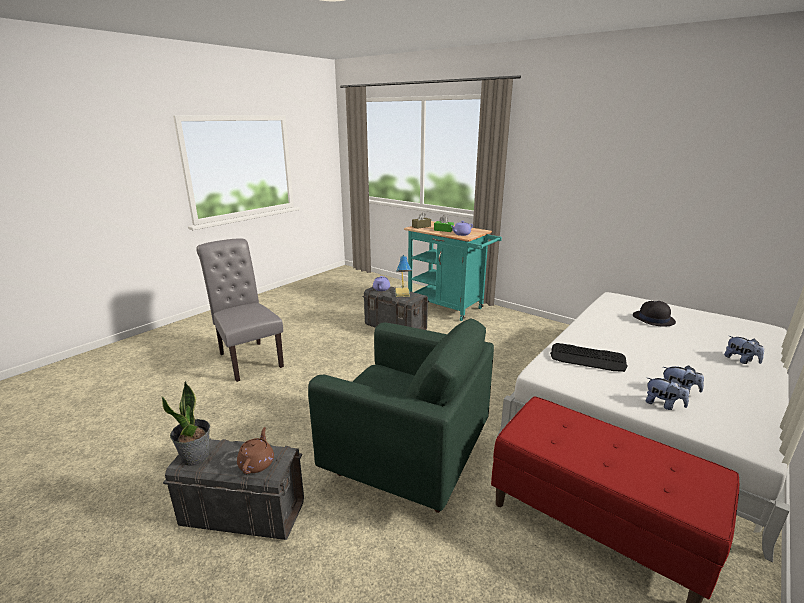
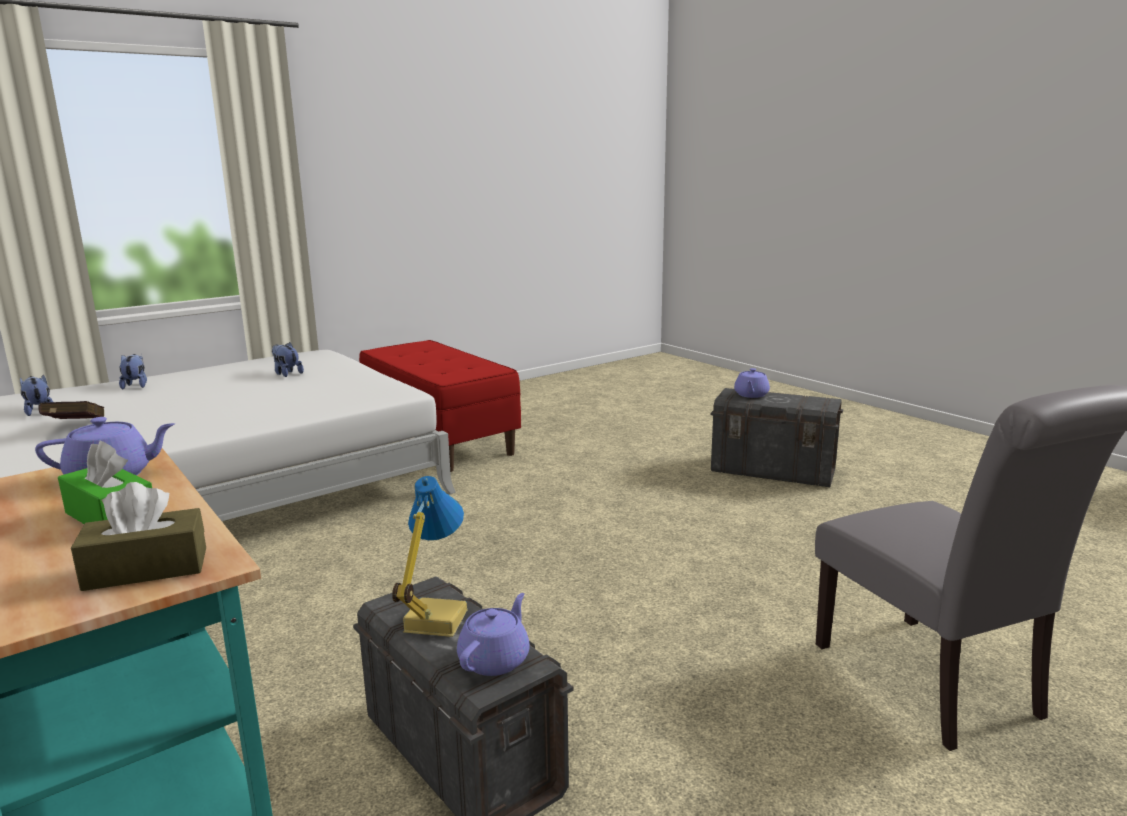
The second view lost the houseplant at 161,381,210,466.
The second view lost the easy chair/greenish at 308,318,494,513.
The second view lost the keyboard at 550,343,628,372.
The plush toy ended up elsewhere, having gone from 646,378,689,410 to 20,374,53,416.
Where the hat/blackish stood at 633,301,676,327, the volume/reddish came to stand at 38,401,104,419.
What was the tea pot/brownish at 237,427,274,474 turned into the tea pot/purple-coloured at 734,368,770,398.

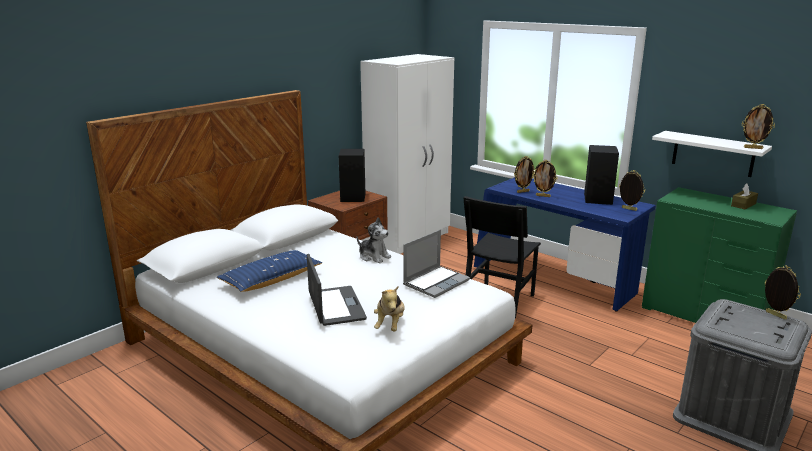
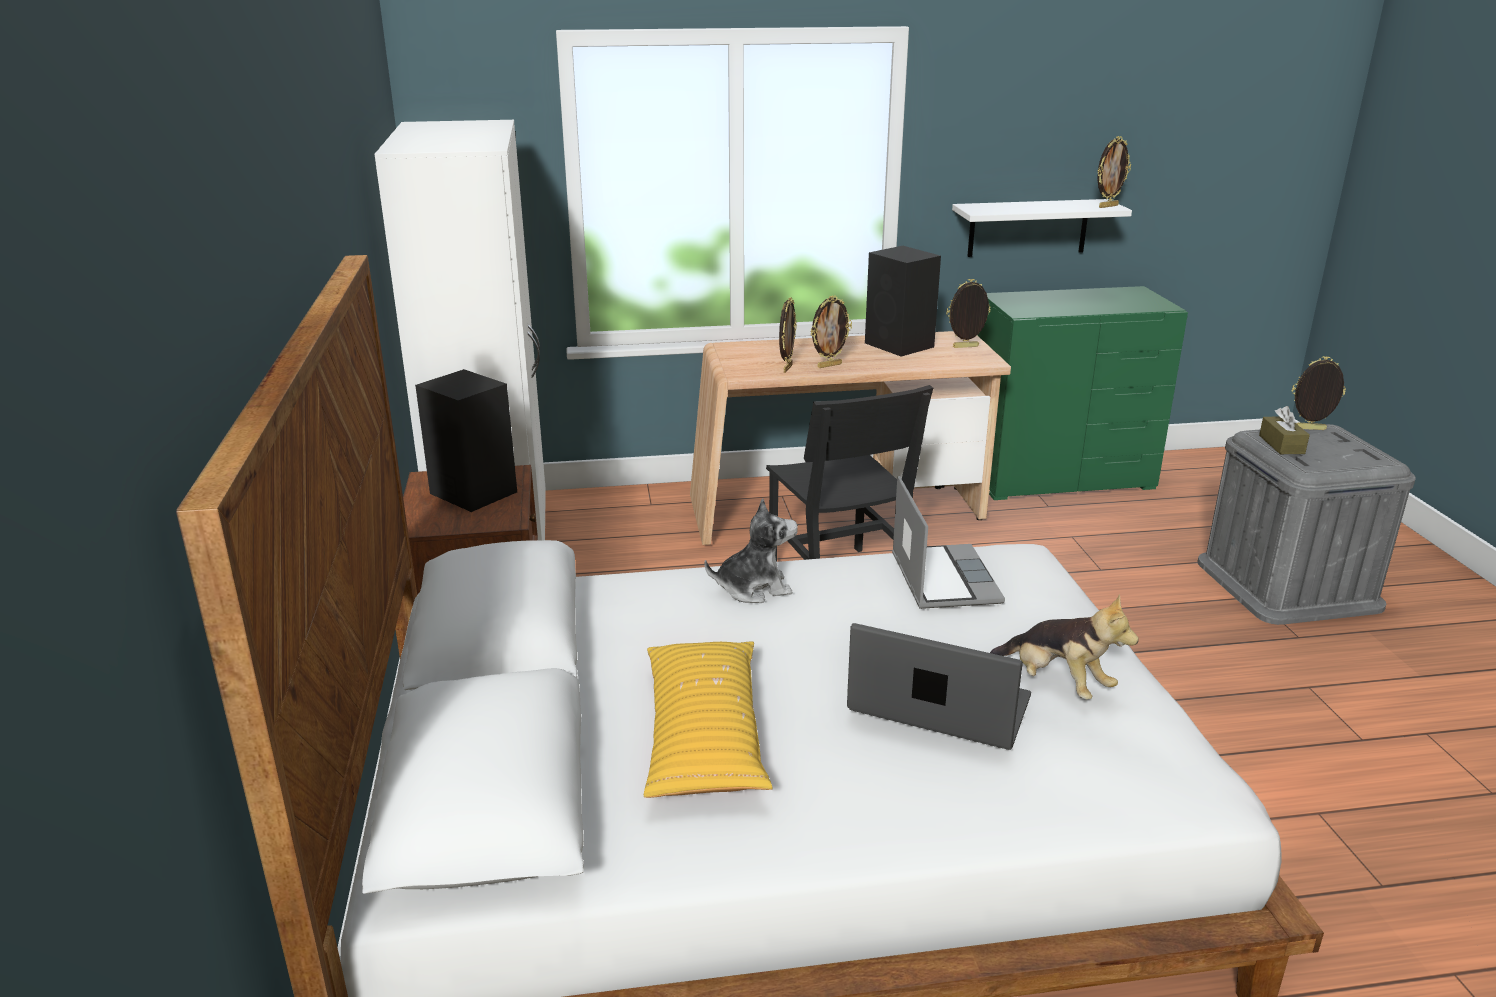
The box of tissues/brownish ended up elsewhere, having gone from 731,183,758,209 to 1259,406,1310,454.
What was the throw pillow/blue at 217,250,322,292 turned into the throw pillow/yellow at 644,642,772,798.
What was the desk unit/blue at 474,177,656,311 turned into the desk unit/beige-coloured at 690,331,1011,545.

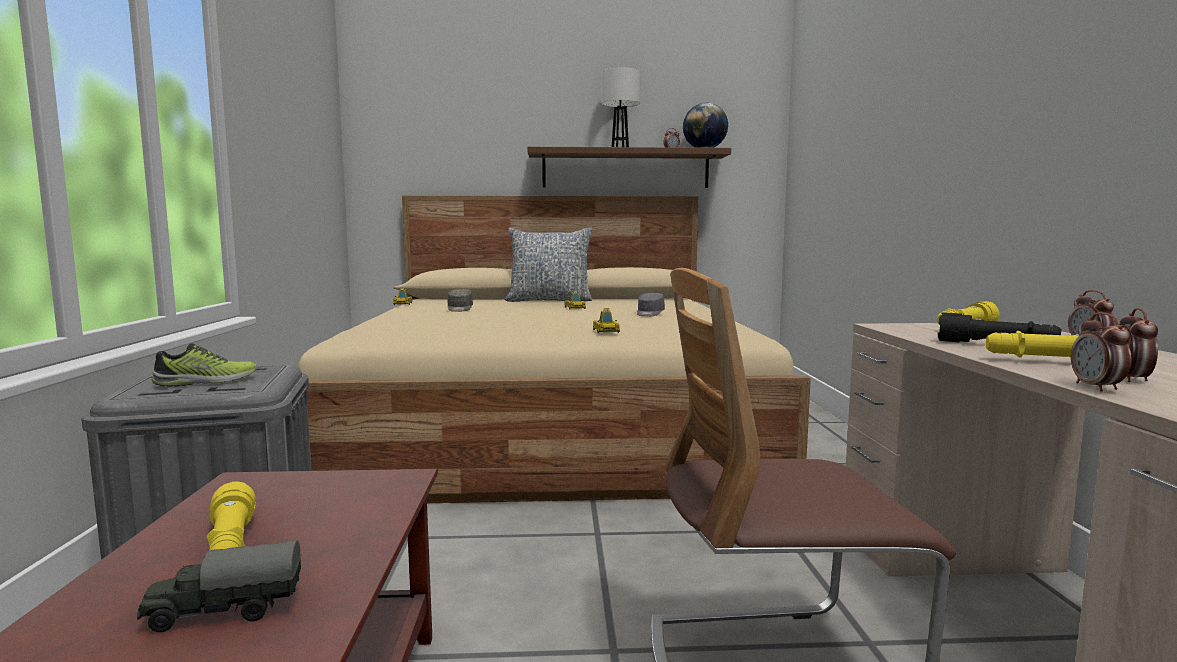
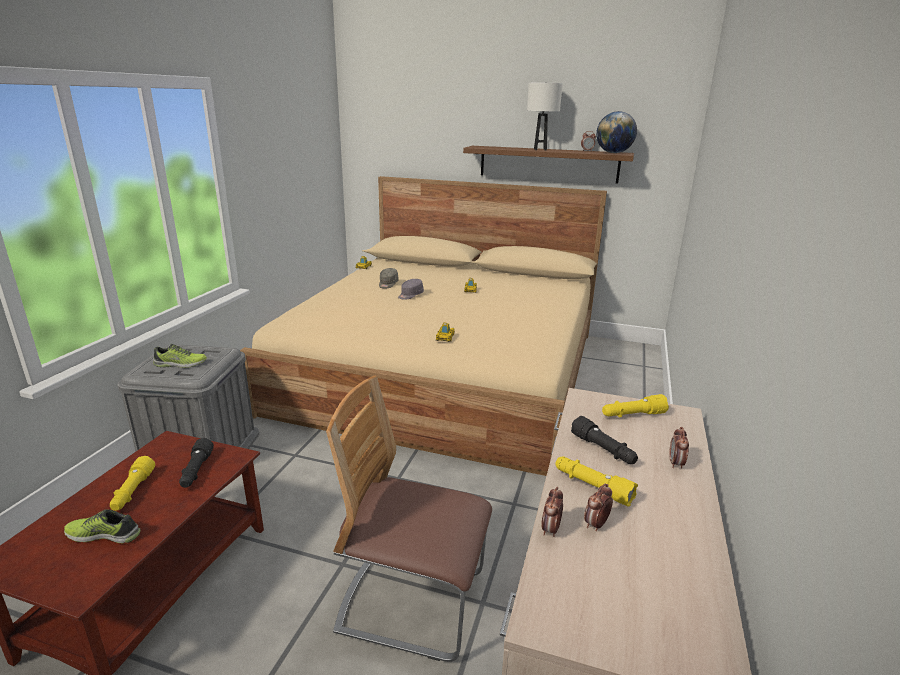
The second view lost the throw pillow at 505,227,592,302.
The second view gained the flashlight/blackish at 179,438,214,488.
The baseball cap/gray ended up elsewhere, having gone from 637,293,665,316 to 398,279,424,300.
Where the model truck stood at 137,540,301,632, the item of footwear came to stand at 64,509,140,544.

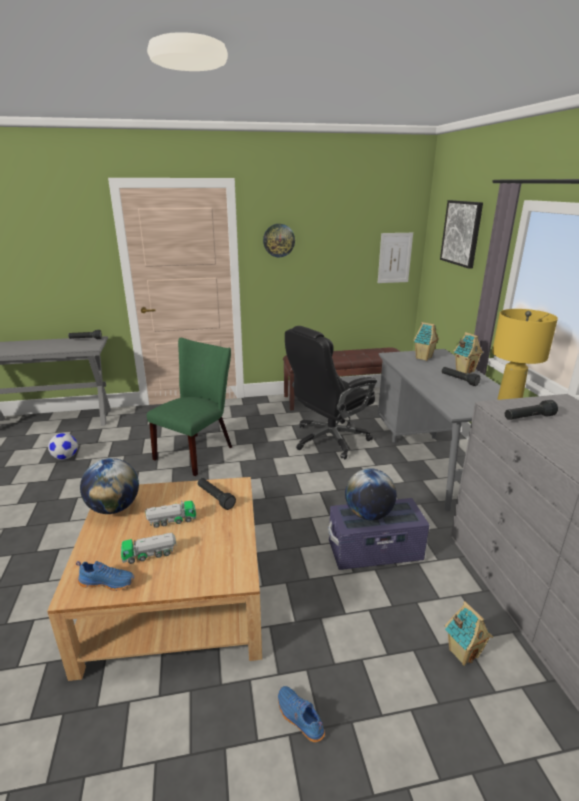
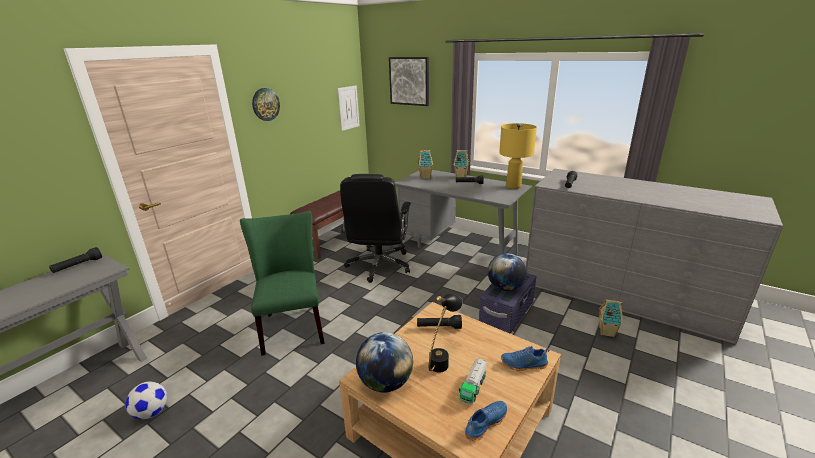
The item of footwear/blue ended up elsewhere, having gone from 278,686,325,742 to 501,346,549,371.
Where the model truck stood at 145,500,196,528, the tabletop lamp/blackish came to stand at 429,294,463,373.

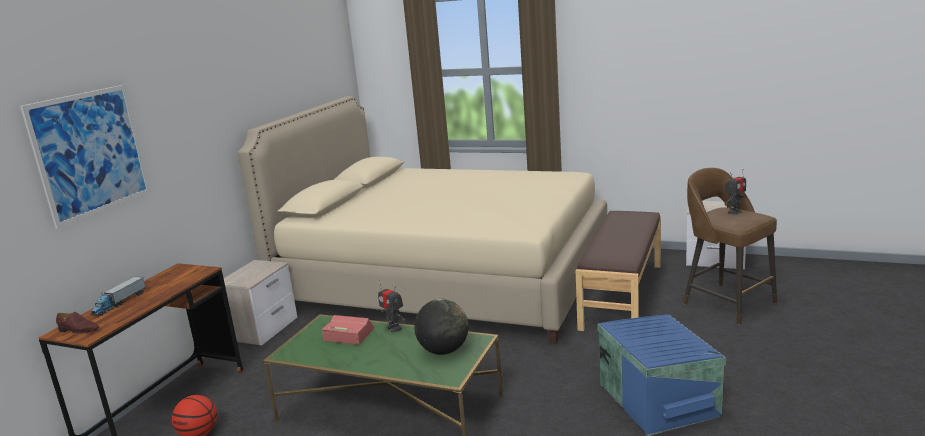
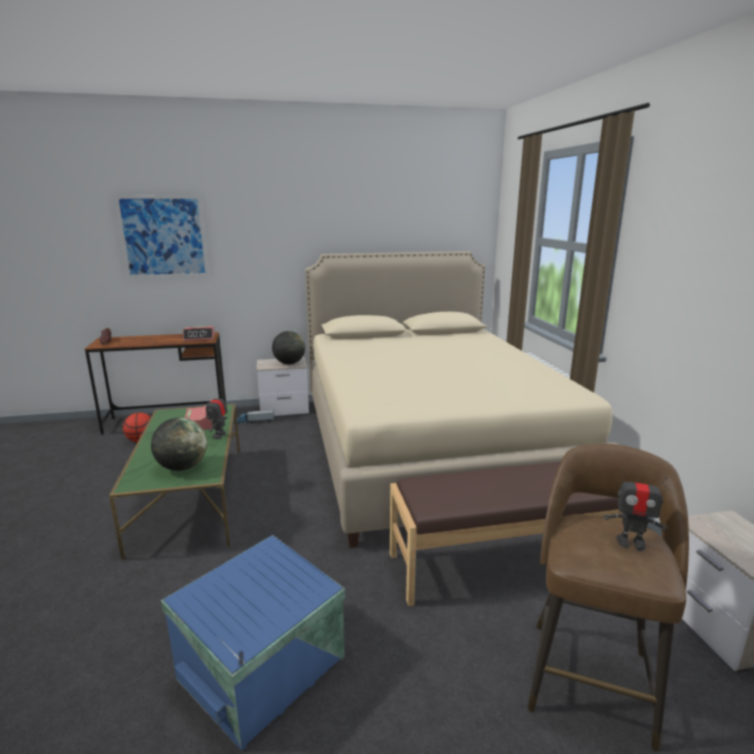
The second view gained the bedside clock at 183,326,215,341.
The second view gained the globe at 272,331,305,364.
The model truck ended up elsewhere, having gone from 90,276,146,316 to 237,410,274,425.

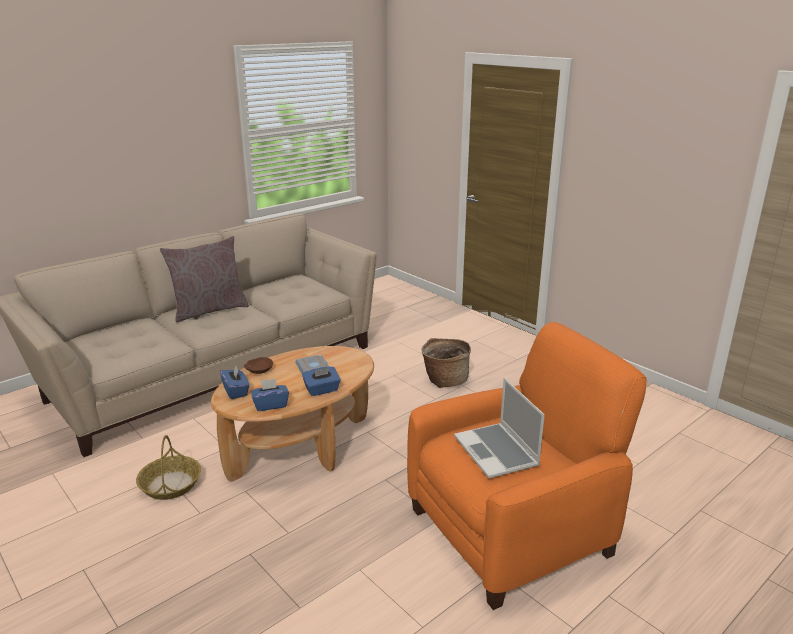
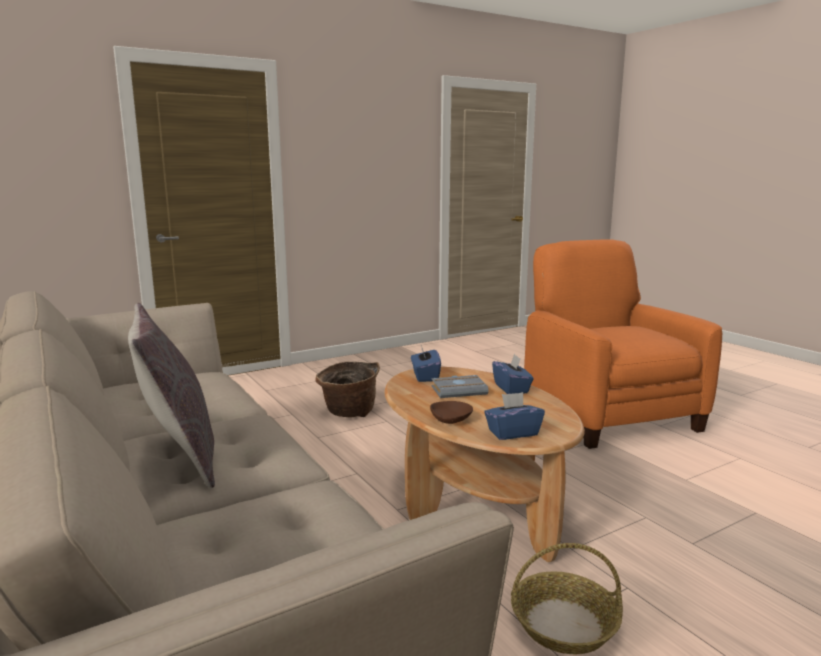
The second view lost the notebook computer at 454,378,545,479.
The box of tissues/blue ended up elsewhere, having gone from 251,379,289,411 to 411,345,441,382.

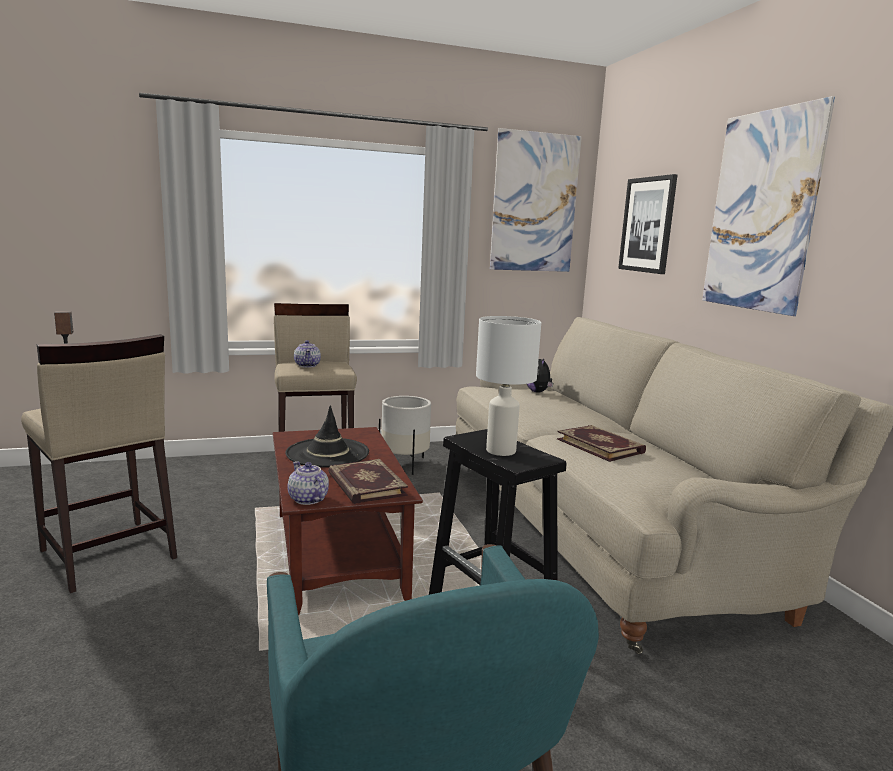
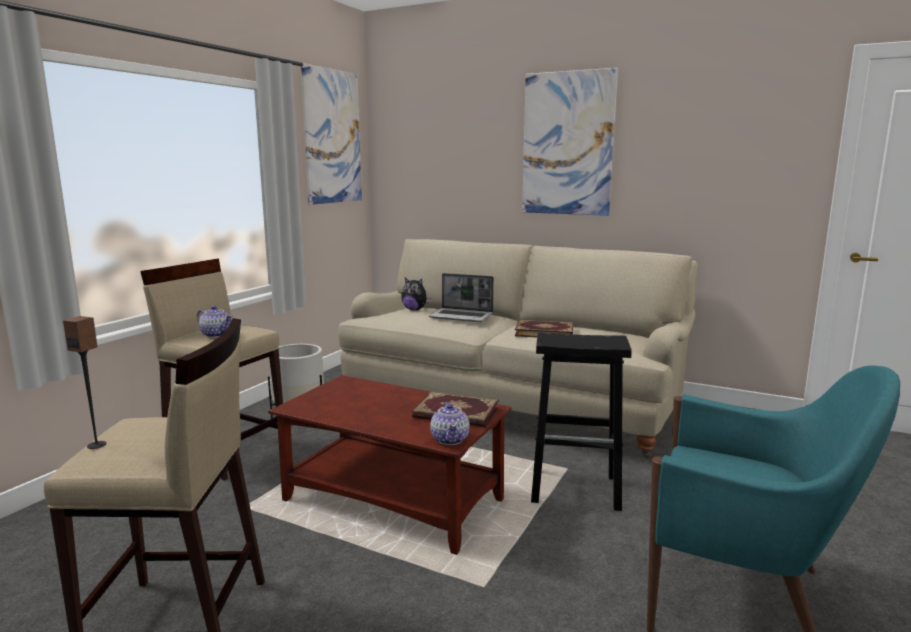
The second view lost the hat/blackish at 285,405,369,467.
The second view lost the tabletop lamp/white-coloured at 476,316,541,456.
The second view lost the picture at 618,174,677,274.
The second view gained the notebook computer at 429,273,494,322.
The tea pot at 288,461,329,505 ended up facing another way, 105 degrees counterclockwise from before.

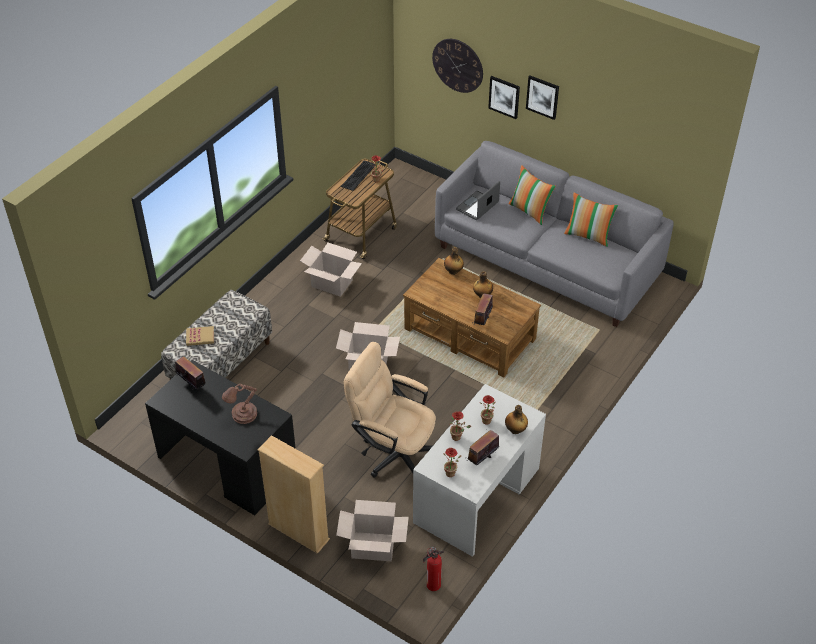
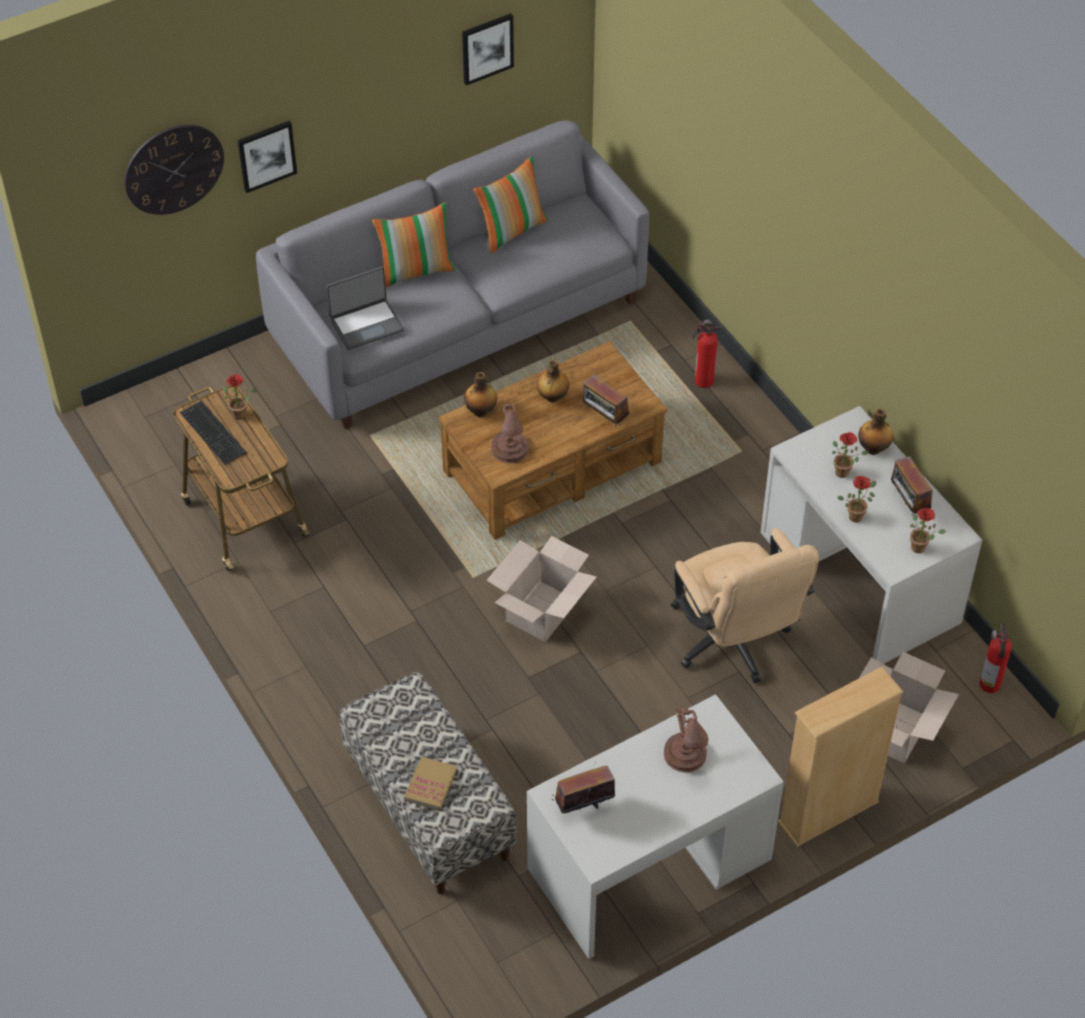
The second view lost the packing box at 300,243,362,297.
The second view gained the tabletop lamp/brownish at 491,403,528,463.
The second view gained the fire extinguisher at 692,320,721,388.
The picture ended up elsewhere, having gone from 526,76,559,120 to 462,13,514,86.
What was the desk unit/blackish at 145,360,296,515 turned into the desk unit/white-coloured at 527,694,784,959.
The office chair/beige-coloured at 344,342,436,477 ended up facing another way, 75 degrees counterclockwise from before.
The notebook computer at 456,181,500,220 ended up facing another way, 90 degrees counterclockwise from before.

